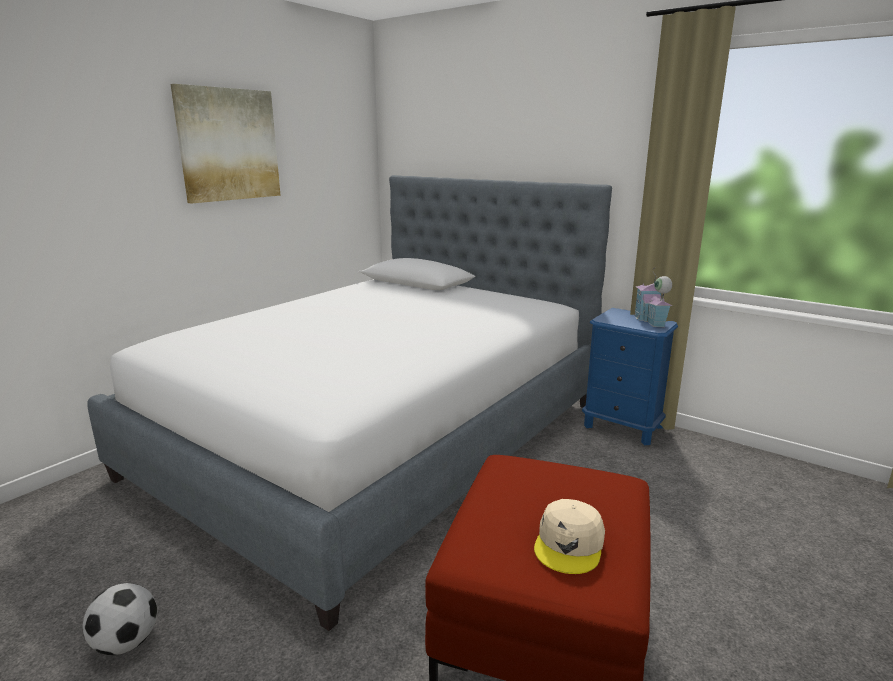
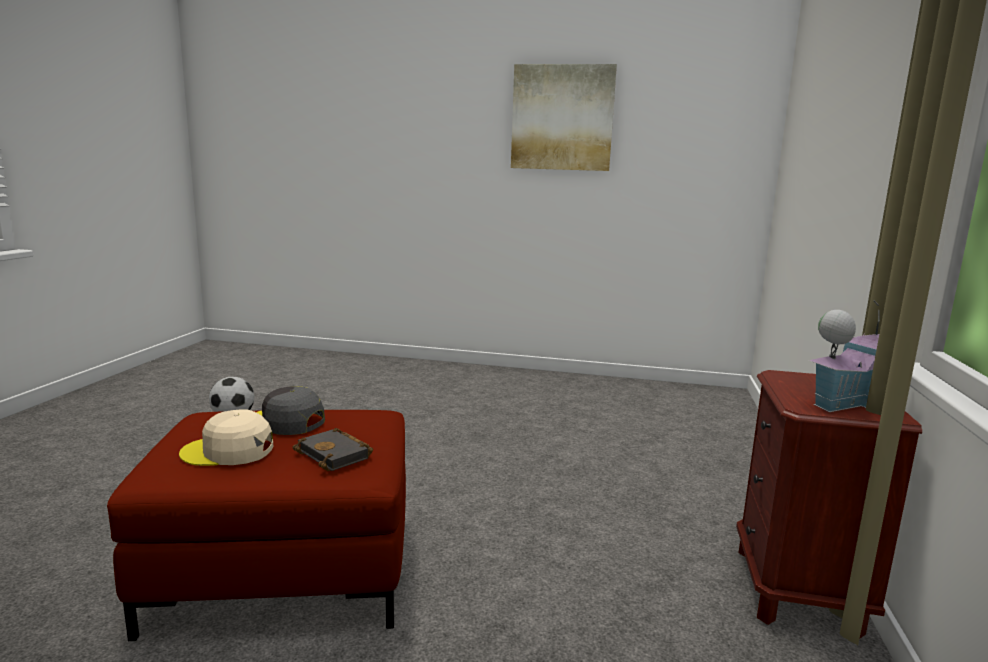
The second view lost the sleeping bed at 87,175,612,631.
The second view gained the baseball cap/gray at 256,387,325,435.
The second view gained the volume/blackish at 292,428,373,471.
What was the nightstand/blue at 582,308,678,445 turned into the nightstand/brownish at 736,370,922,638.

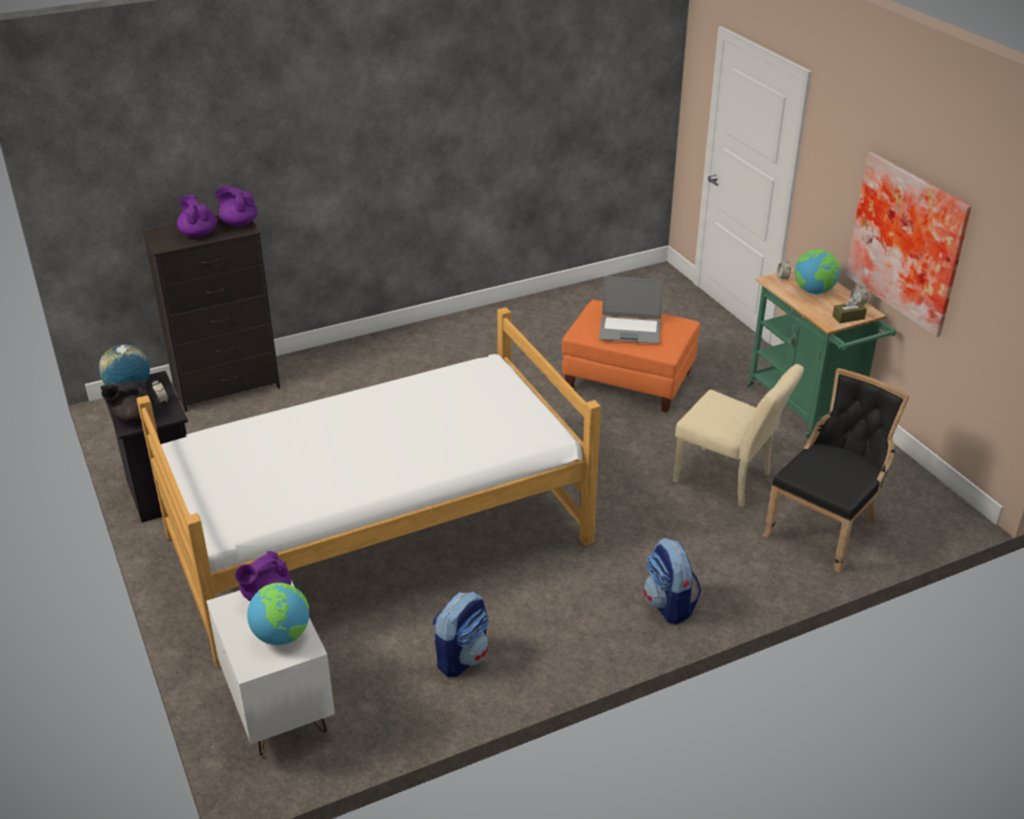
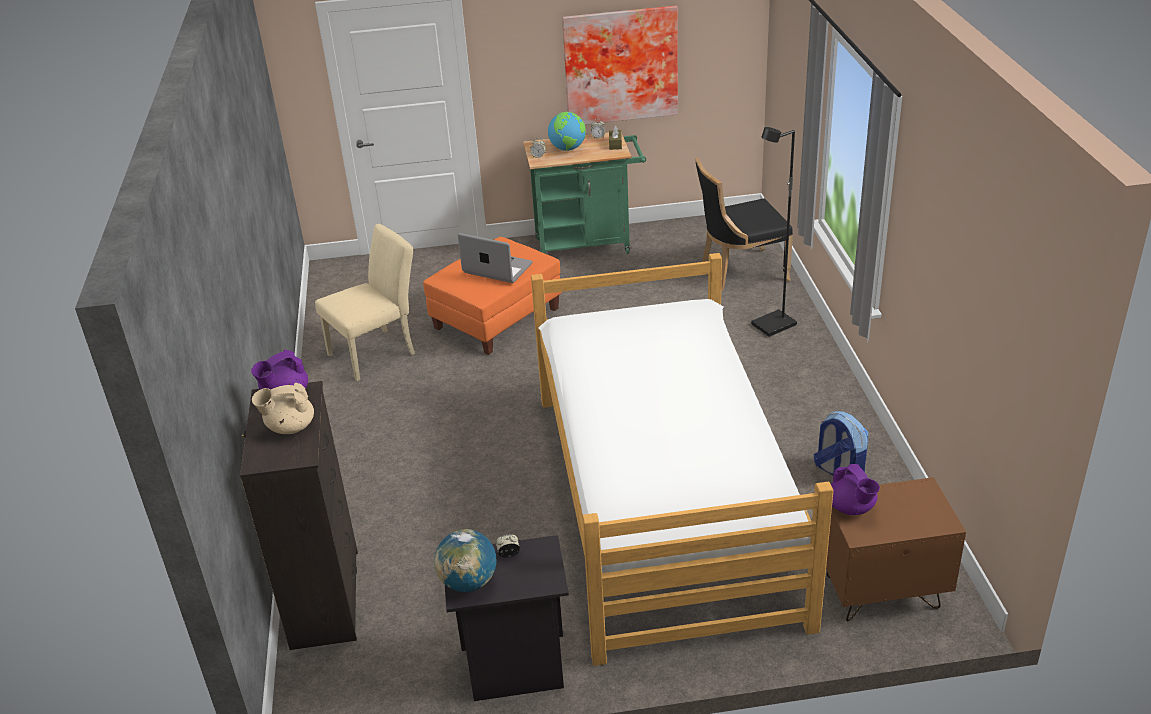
The second view lost the tea pot/blackish at 102,379,155,423.
The second view lost the globe at 247,583,309,645.
The second view lost the rucksack at 643,537,701,625.
The second view gained the standing lamp/blackish at 751,127,797,337.
The plain chair/beige-coloured ended up elsewhere, having gone from 673,364,804,507 to 315,224,415,381.
What was the tea pot/purple-coloured at 177,195,217,238 turned into the tea pot/beige-coloured at 252,383,314,434.
What was the nightstand/white-coloured at 206,580,335,756 turned into the nightstand/brownish at 826,477,966,621.
The notebook computer at 599,276,664,344 ended up facing another way, 90 degrees counterclockwise from before.
The plain chair/blackish at 762,368,909,573 ended up facing another way, 75 degrees counterclockwise from before.

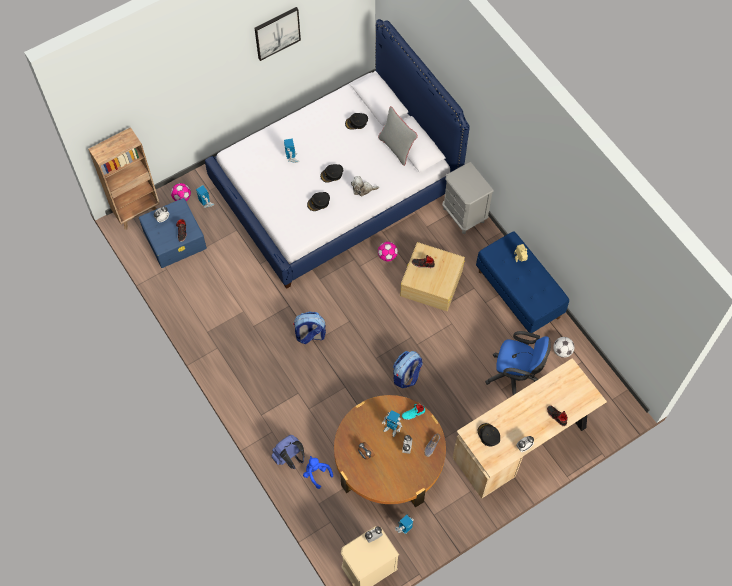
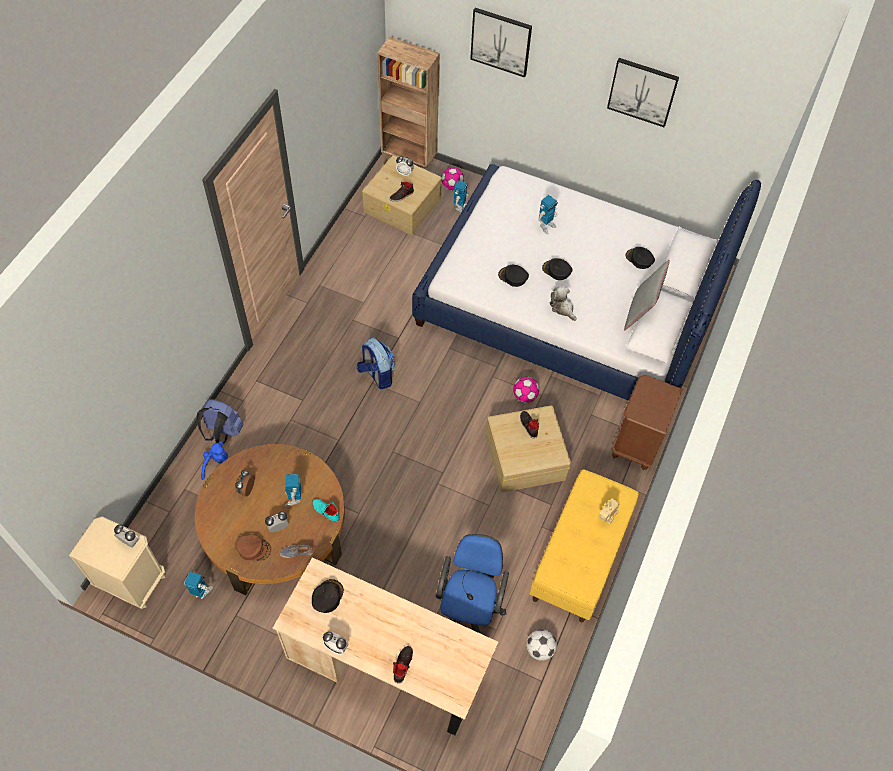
The second view lost the rucksack at 393,351,423,388.
The second view gained the baseball cap/brownish at 235,534,271,561.
The second view gained the picture at 470,8,532,78.
What was the storage box/blue at 139,198,207,268 turned into the storage box/beige-coloured at 362,155,442,235.
What was the nightstand/gray at 442,162,494,234 turned into the nightstand/brownish at 611,375,683,470.
What was the long seat/blue at 476,231,569,337 turned into the long seat/yellow at 529,469,639,622.
The office chair/blue at 485,331,551,396 ended up facing another way, 150 degrees counterclockwise from before.

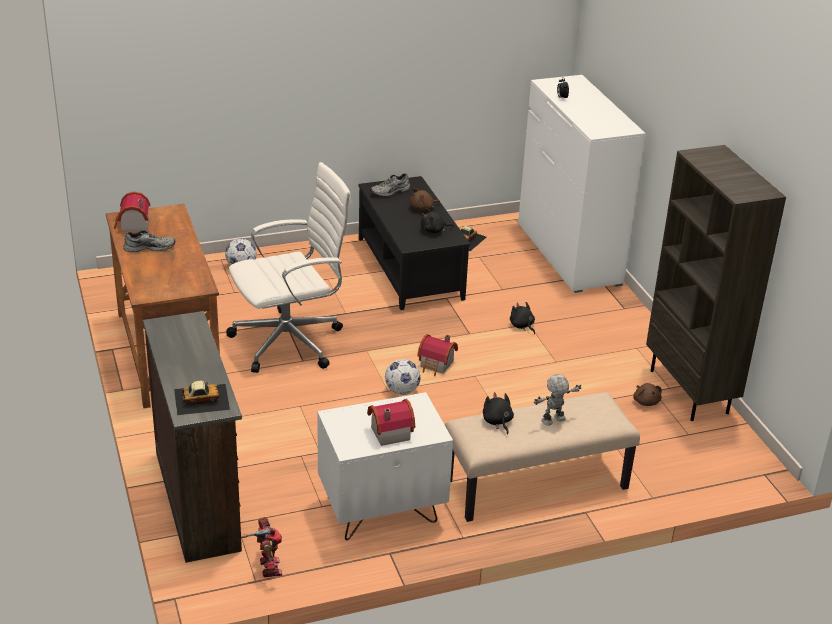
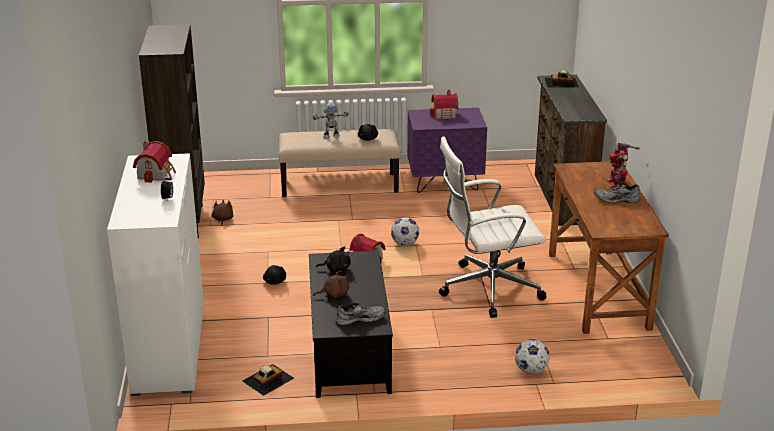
The miniature house ended up elsewhere, having gone from 114,192,150,232 to 133,141,176,183.
The toy robot ended up elsewhere, having gone from 241,517,282,577 to 607,143,640,188.
What was the nightstand/white-coloured at 317,392,453,540 turned into the nightstand/purple-coloured at 407,108,487,193.

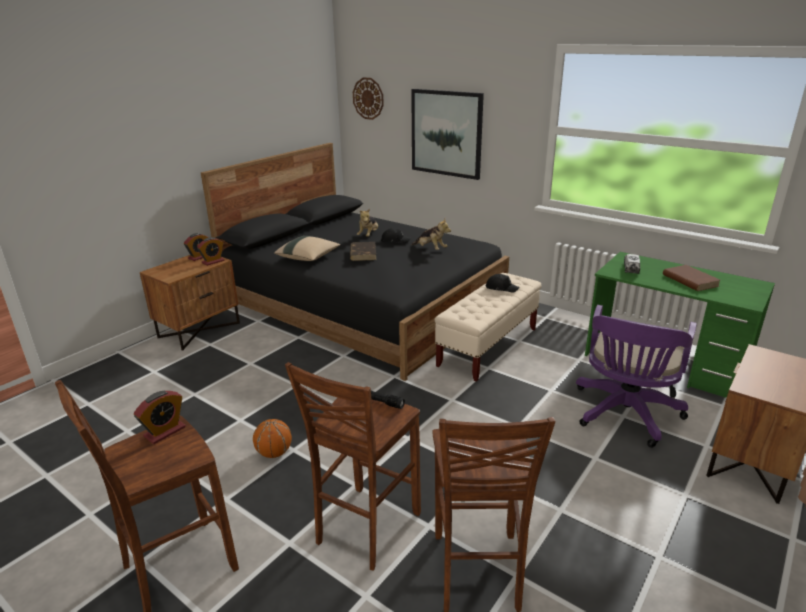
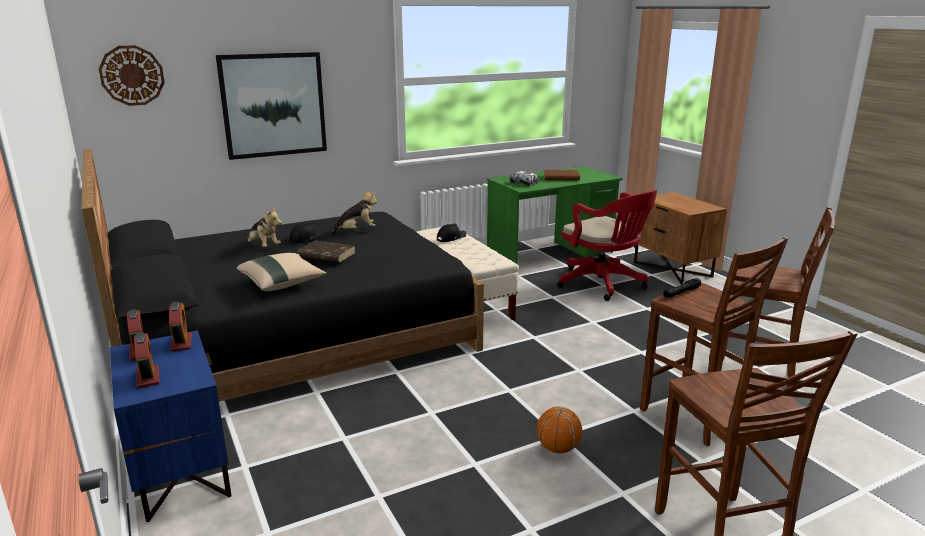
The bedside clock ended up elsewhere, having gone from 134,391,186,444 to 134,332,160,388.
What was the nightstand/brownish at 140,255,240,351 turned into the nightstand/blue at 110,330,232,522.
What was the office chair/purple-coloured at 576,305,697,448 turned into the office chair/reddish at 557,190,657,301.

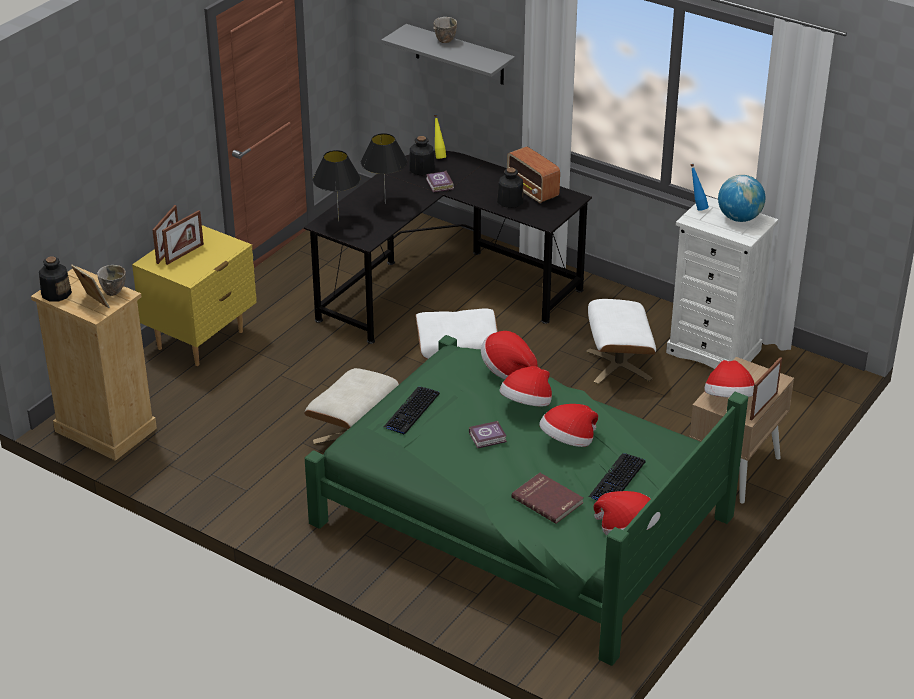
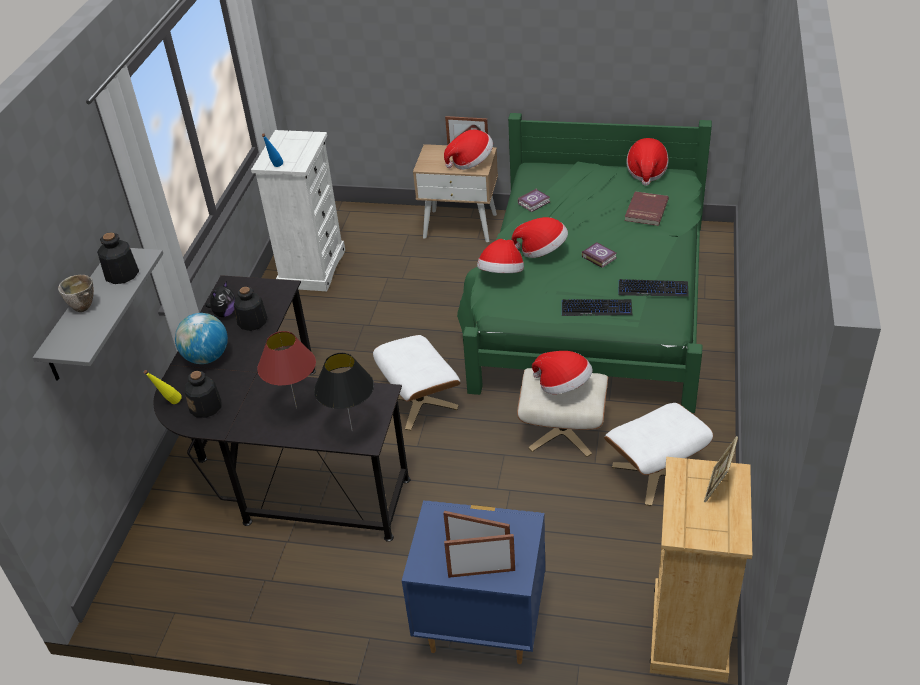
The second view lost the deep dish at 97,265,126,296.
The bottle ended up elsewhere, having gone from 39,256,72,302 to 97,232,139,284.
The volume ended up elsewhere, having gone from 426,171,454,192 to 518,188,550,212.
The hat ended up elsewhere, having gone from 539,404,598,447 to 532,351,593,394.
The footrest/white-coloured ended up elsewhere, having gone from 586,299,656,385 to 604,403,714,506.
The keyboard ended up elsewhere, having gone from 588,453,646,500 to 618,279,689,297.
The globe ended up elsewhere, having gone from 718,175,765,222 to 175,313,228,364.
Where the radio receiver stood at 507,146,560,204, the plush toy came to stand at 205,282,236,317.
What was the nightstand/yellow at 132,225,257,366 turned into the nightstand/blue at 402,500,545,664.
What was the tabletop lamp/blackish at 361,133,407,204 turned into the tabletop lamp/reddish at 257,331,316,409.

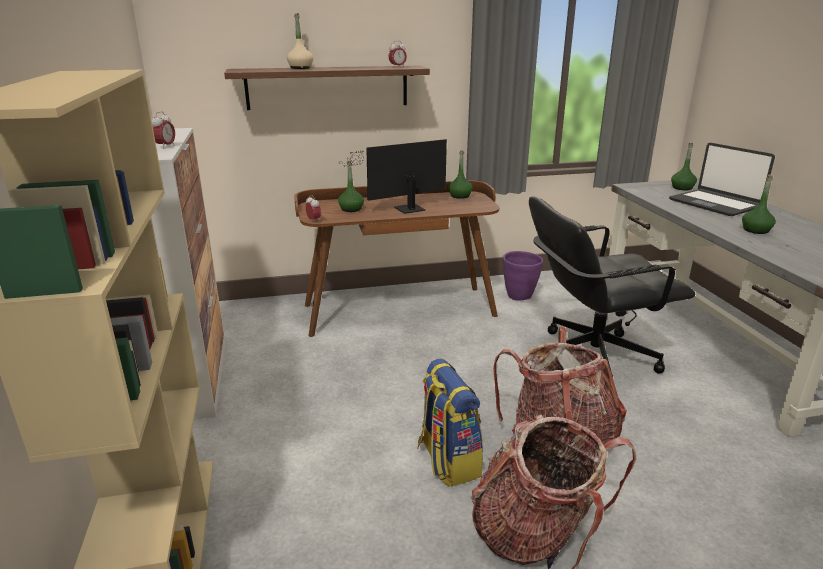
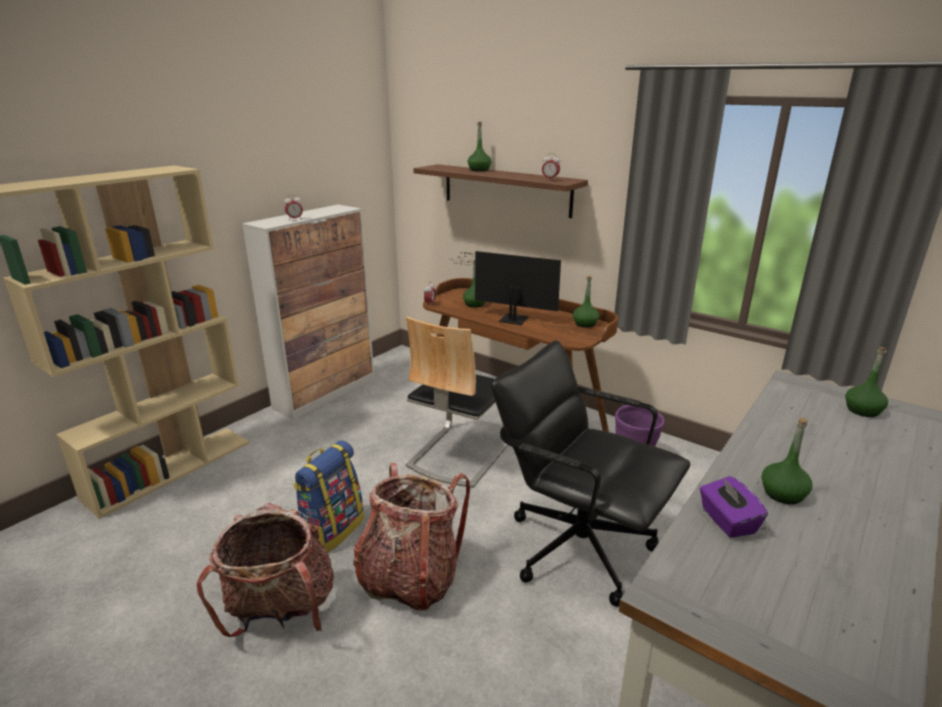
The second view lost the notebook computer at 669,143,775,216.
The second view gained the plain chair at 406,317,508,488.
The second view gained the box of tissues/purple-coloured at 700,476,768,538.
What was the bottle/beige-coloured at 287,13,313,69 turned into the bottle/greenish at 468,122,491,172.

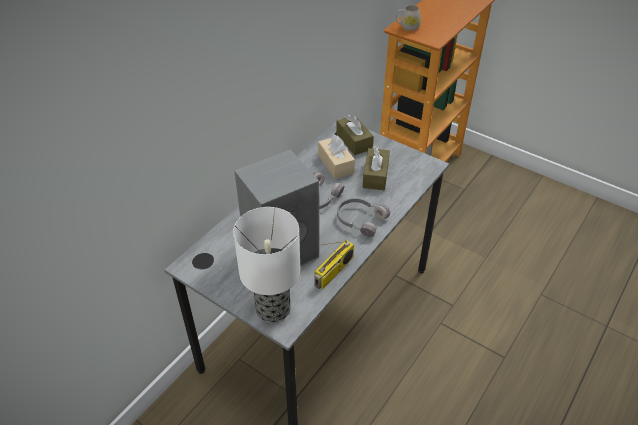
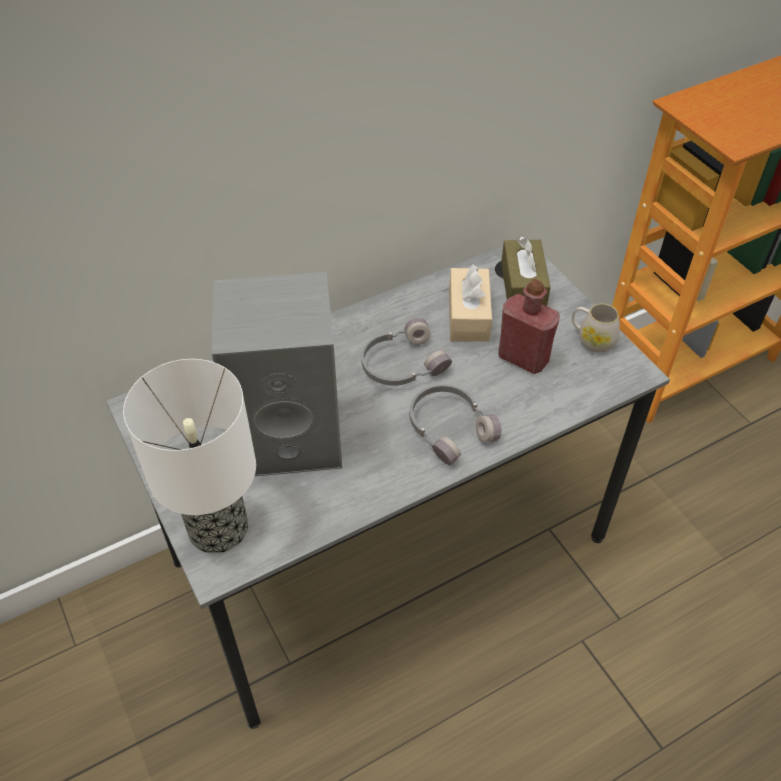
The second view lost the radio receiver at 314,240,354,289.
The mug/white-coloured ended up elsewhere, having gone from 396,5,421,31 to 572,304,620,352.
Where the box of tissues/brownish stood at 363,146,390,190, the bottle/reddish came to stand at 498,279,560,374.

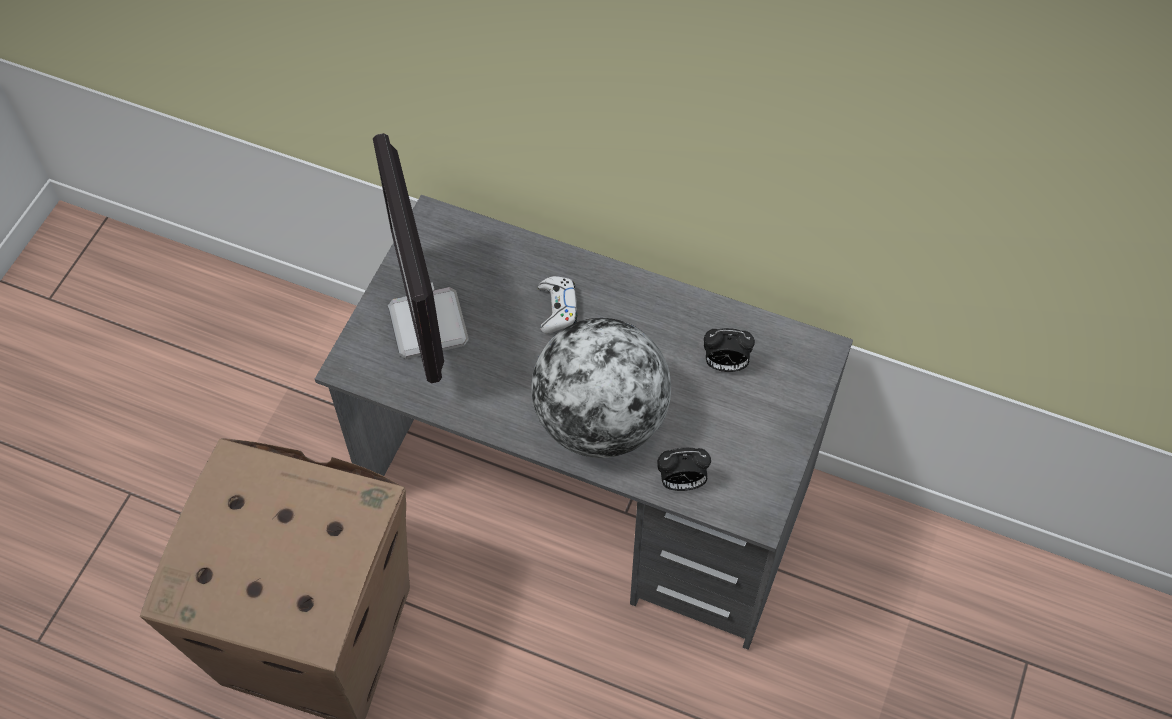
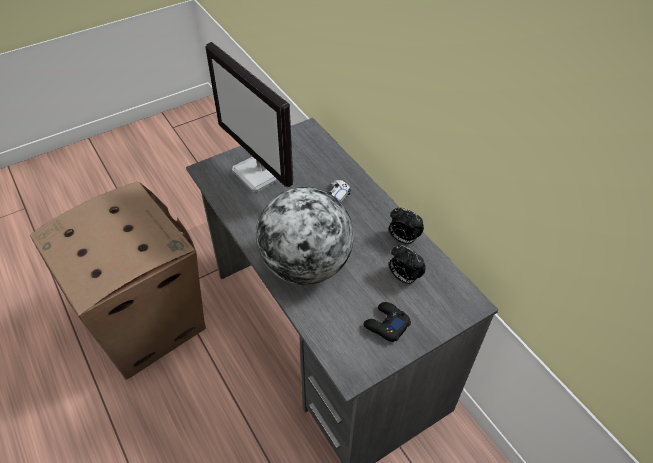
The second view gained the joypad/blackish at 363,302,411,342.
The bedside clock ended up elsewhere, having gone from 657,448,711,491 to 389,207,424,244.
The computer display at 373,133,469,383 ended up facing another way, 60 degrees counterclockwise from before.

